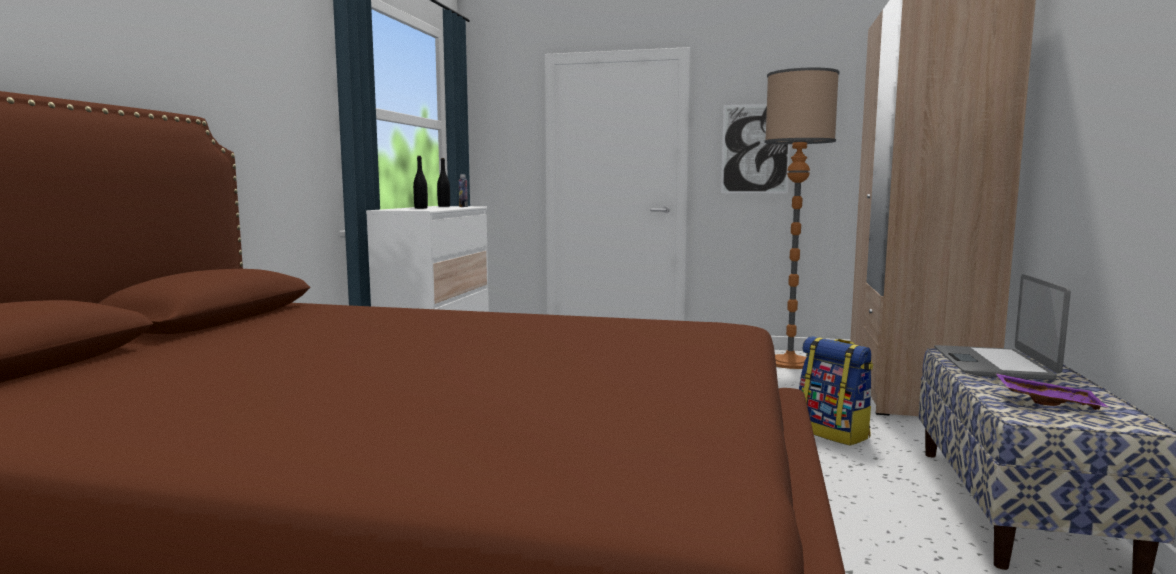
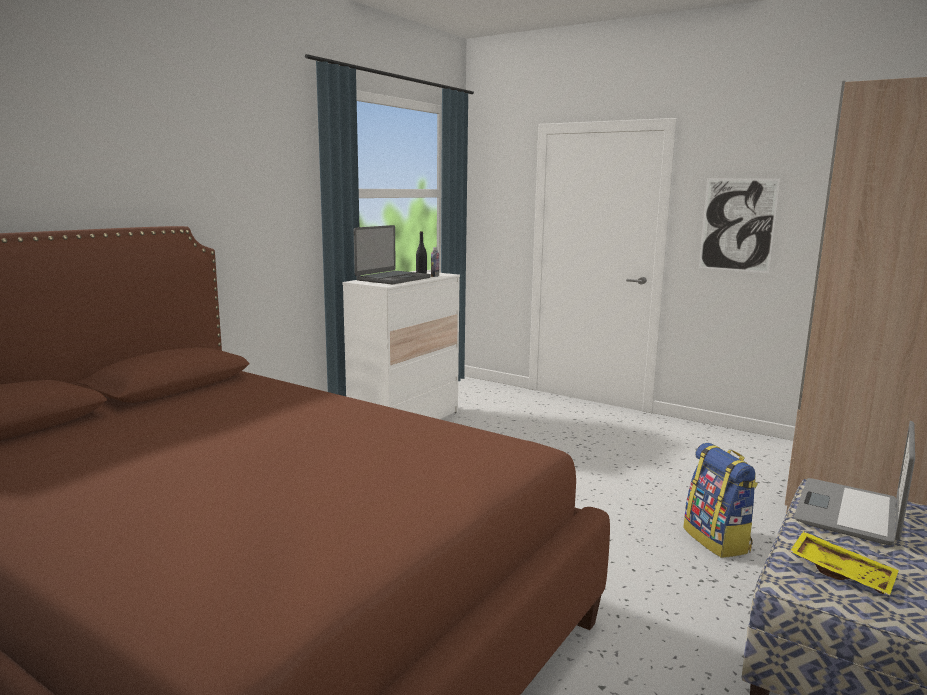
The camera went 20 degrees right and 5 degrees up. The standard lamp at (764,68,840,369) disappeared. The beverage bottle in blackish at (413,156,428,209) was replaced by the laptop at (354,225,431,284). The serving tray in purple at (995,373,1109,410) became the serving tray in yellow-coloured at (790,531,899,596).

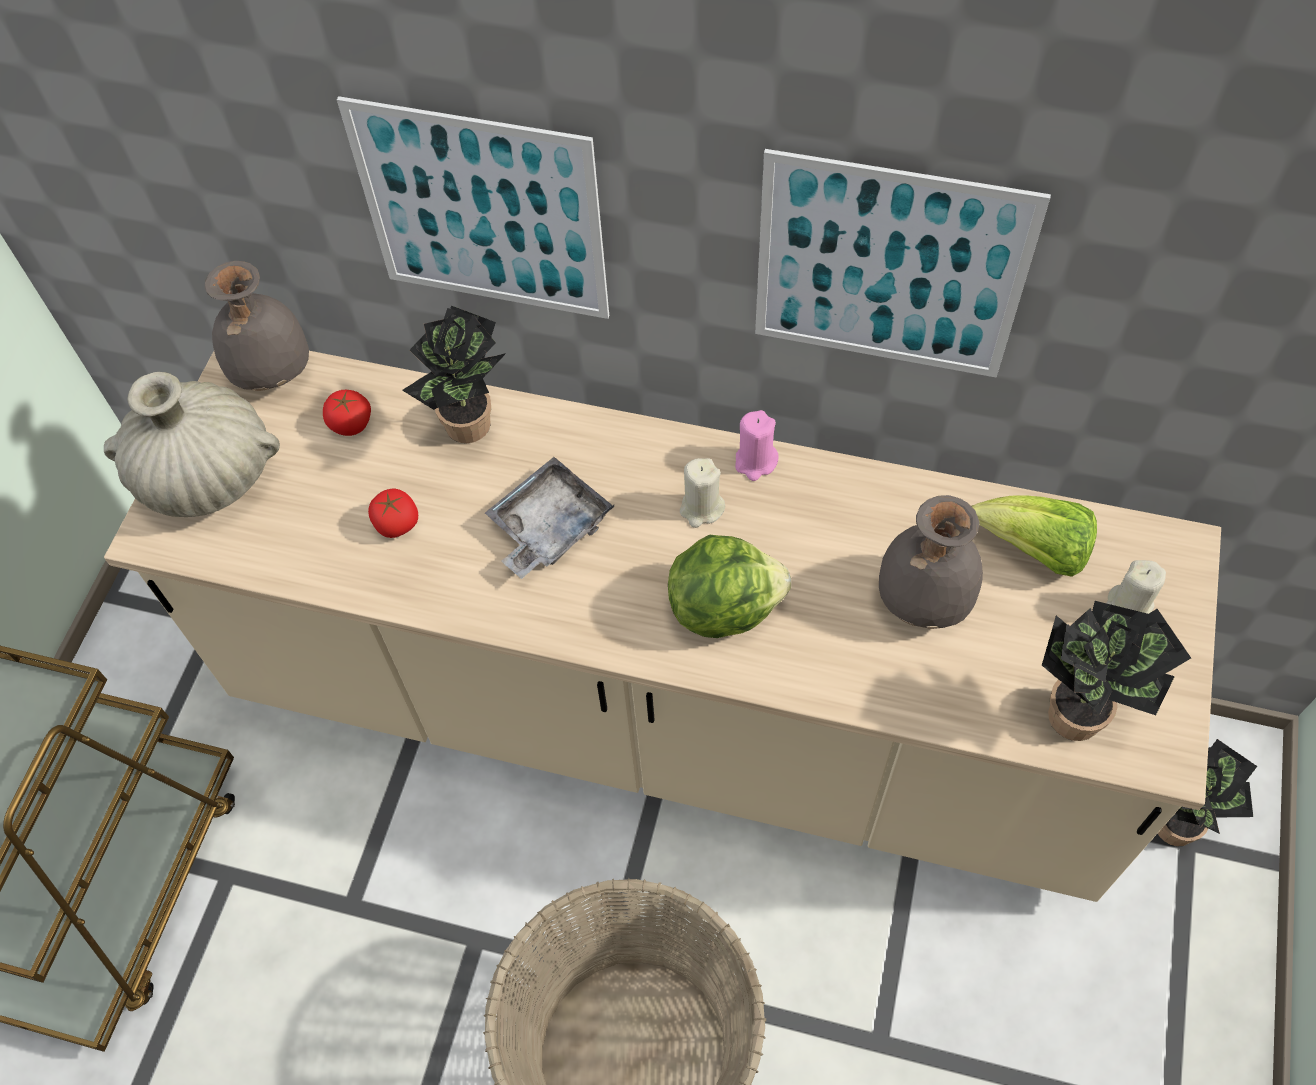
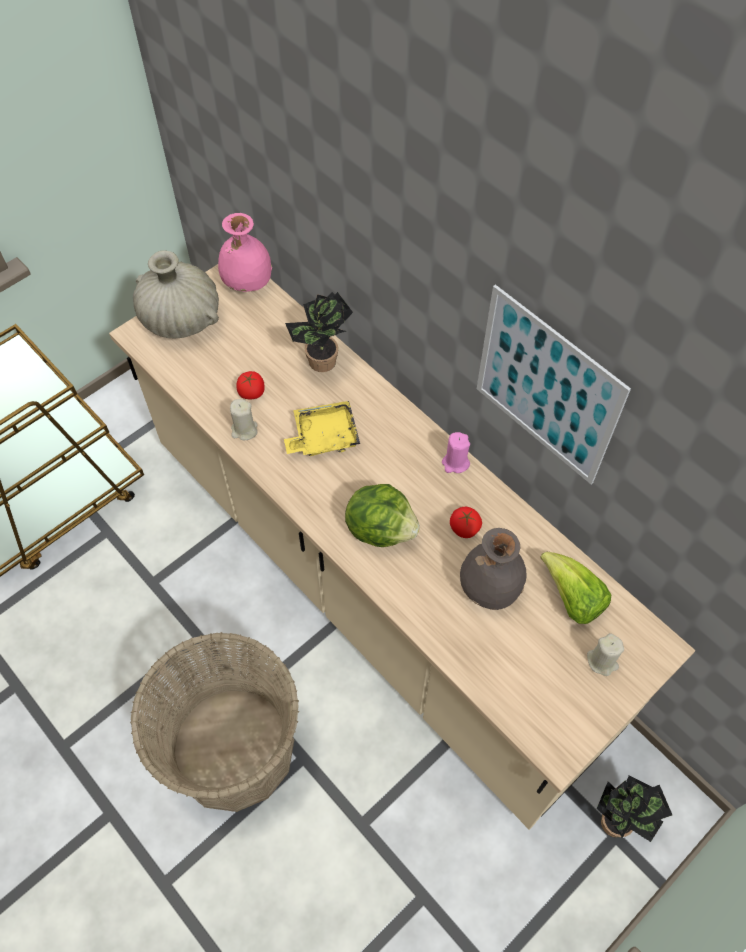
The camera went 30 degrees right and 0 degrees up. The wall picture at (337,96,609,319) disappeared. The houseplant at (1042,601,1191,741) disappeared. The whole tomato moved from (323,390,371,436) to (450,507,482,538). The candle in beige moved from (680,458,725,528) to (230,399,258,440). The decorative vase in gray at (205,261,309,391) became the decorative vase in pinkish at (218,213,272,292). The serving tray in gray at (485,457,614,579) became the serving tray in yellow-coloured at (284,401,360,456).

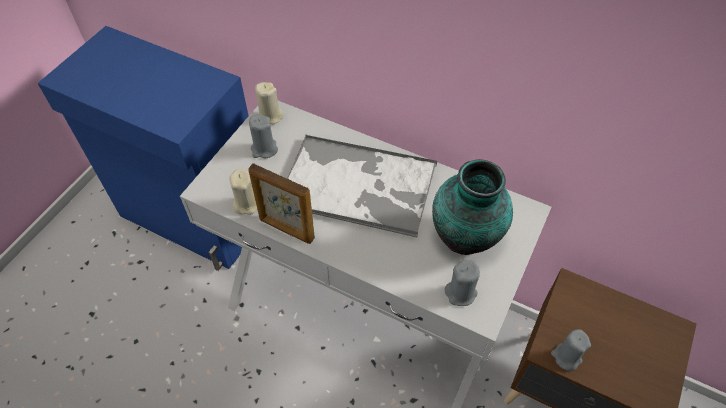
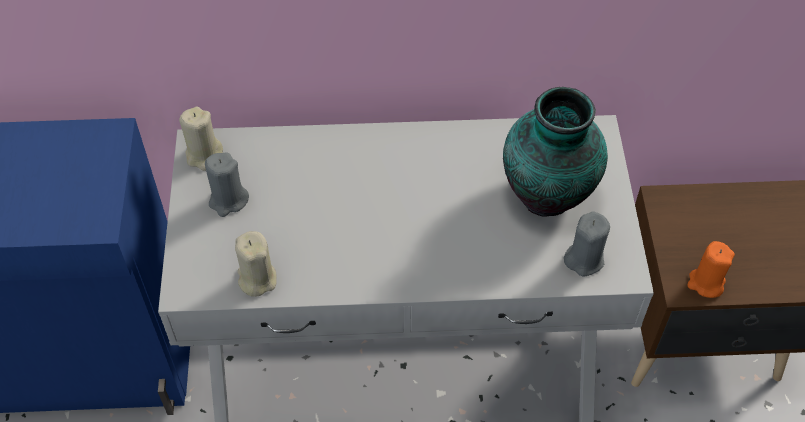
The camera went 30 degrees left and 0 degrees up. The picture frame at (248,164,315,244) disappeared. The serving tray at (287,133,437,237) disappeared. The candle in gray at (551,329,591,371) became the candle in orange at (687,241,735,298).

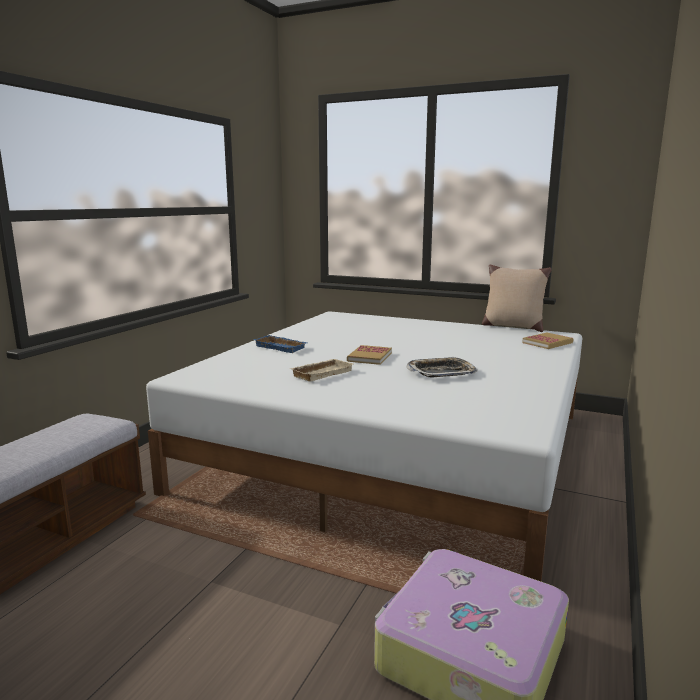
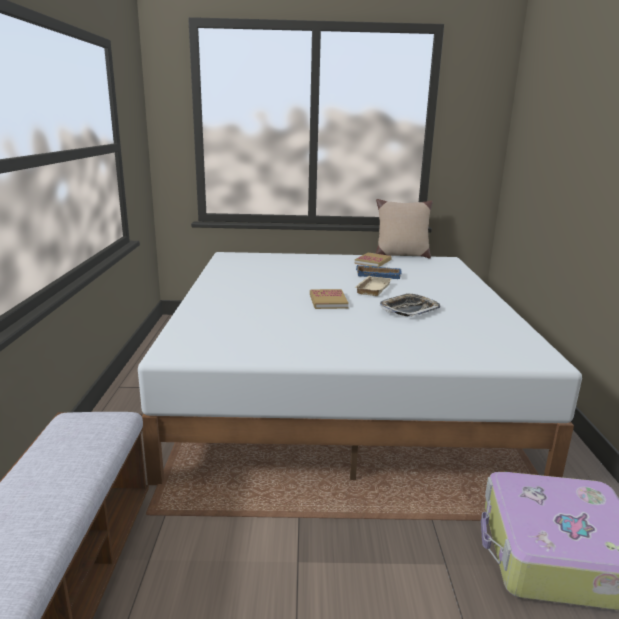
The camera went 25 degrees left and 5 degrees up. The serving tray in blue-coloured moved from (254,335,307,353) to (356,265,402,279). The serving tray in beige moved from (289,359,353,382) to (354,276,392,296). The volume moved from (522,333,573,349) to (355,253,392,267).

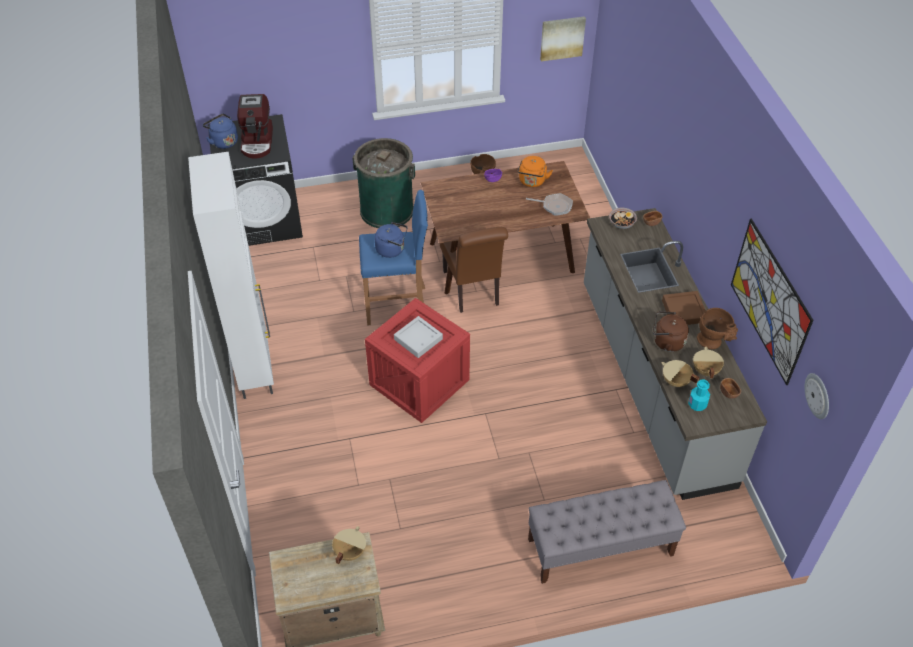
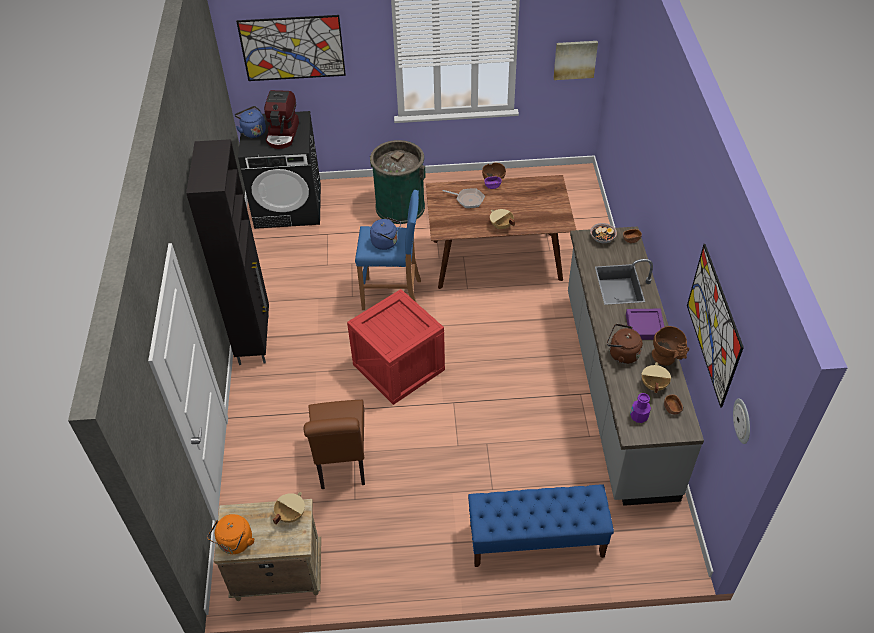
The camera went 10 degrees right and 0 degrees up. The serving tray in gray at (394,316,443,358) disappeared. The wall picture at (236,15,346,81) appeared. The plain chair in brown-coloured moved from (440,227,508,313) to (304,400,365,489). The tea kettle in orange moved from (518,156,553,187) to (207,514,254,554). The skillet moved from (526,193,573,216) to (443,188,485,208). The stockpot in beige moved from (661,360,699,387) to (490,209,515,229). The storage cabinet in white-coloured at (188,152,274,399) became the storage cabinet in blackish at (186,139,269,365). The indoor bench in gray at (528,480,686,584) became the indoor bench in blue-coloured at (468,485,614,567). The serving tray in brown-coloured at (662,291,706,325) became the serving tray in purple at (626,309,665,340). The beverage bottle in blue-green at (688,380,710,411) became the beverage bottle in purple at (630,393,651,423).

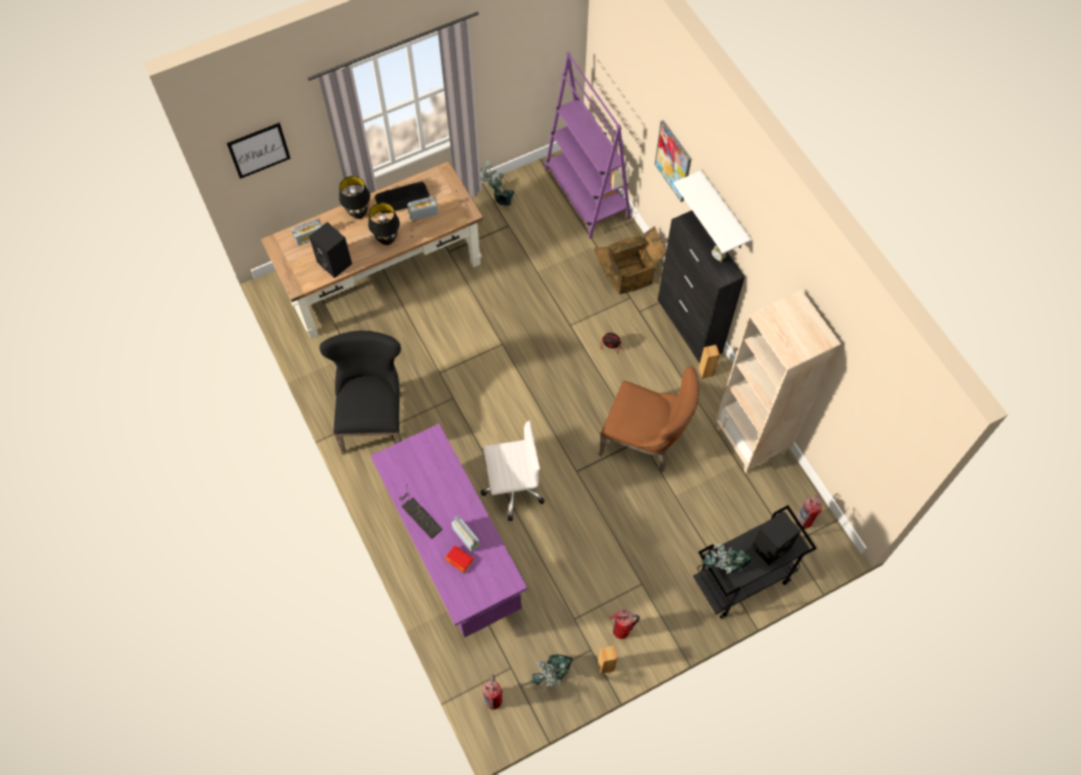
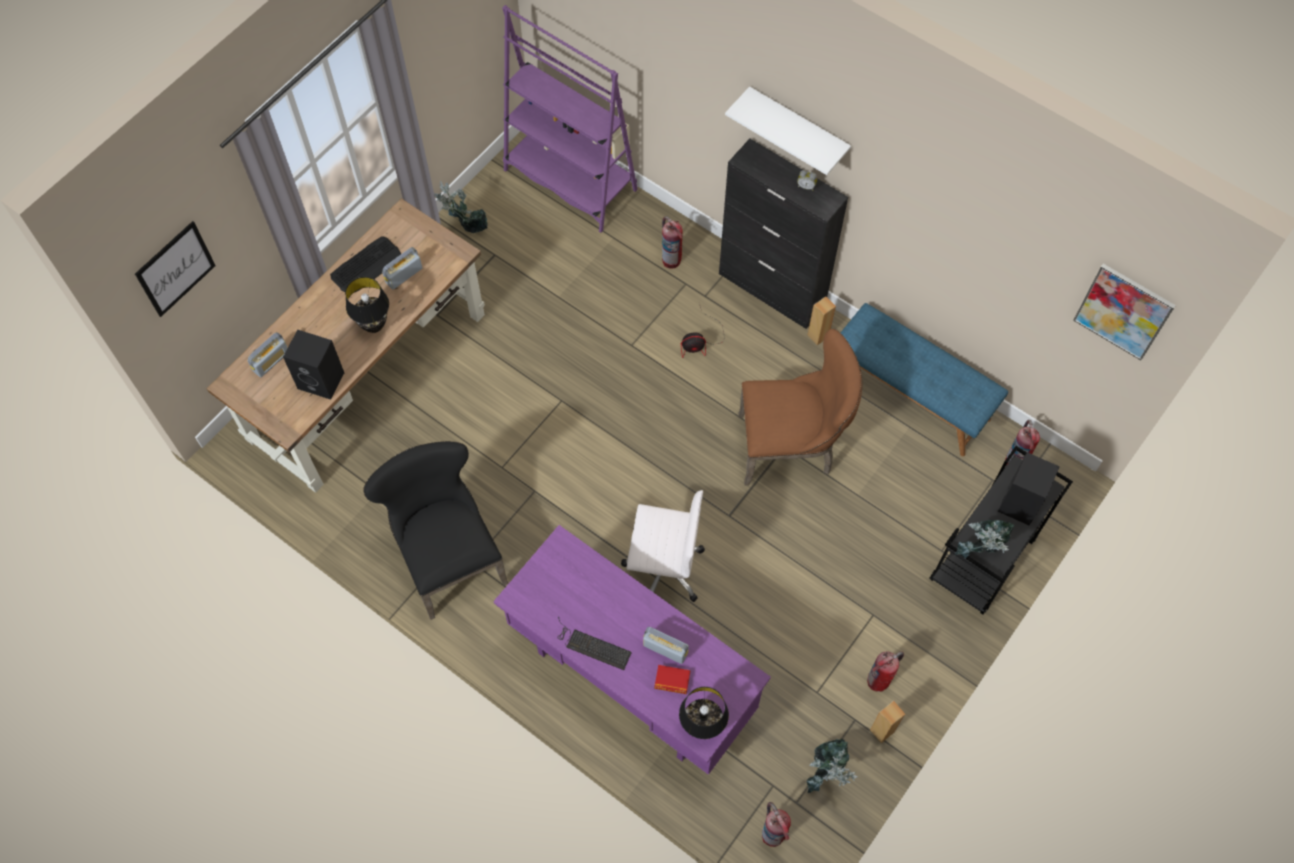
The camera went 25 degrees left and 0 degrees up. The table lamp in blackish moved from (339,176,370,219) to (679,687,729,739). The wall picture moved from (655,120,692,202) to (1073,264,1176,360). The packing box at (593,226,666,294) was replaced by the fire extinguisher at (662,216,683,268). The shelving unit in beige at (716,289,841,474) was replaced by the indoor bench in blue-coloured at (841,303,1008,456). The desk chair in white-coloured at (481,420,545,521) turned 45 degrees clockwise.

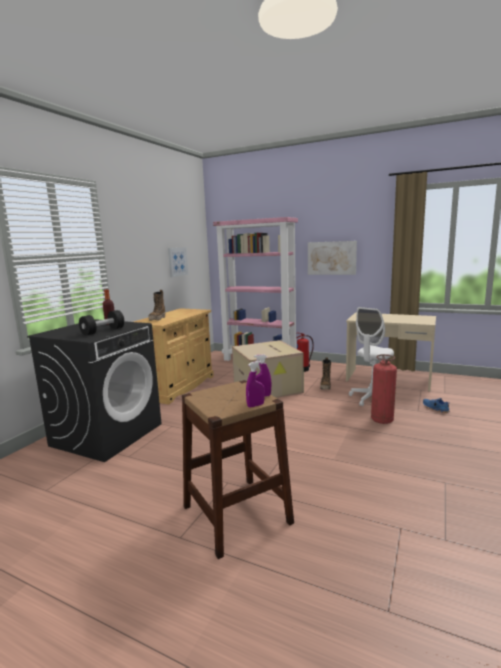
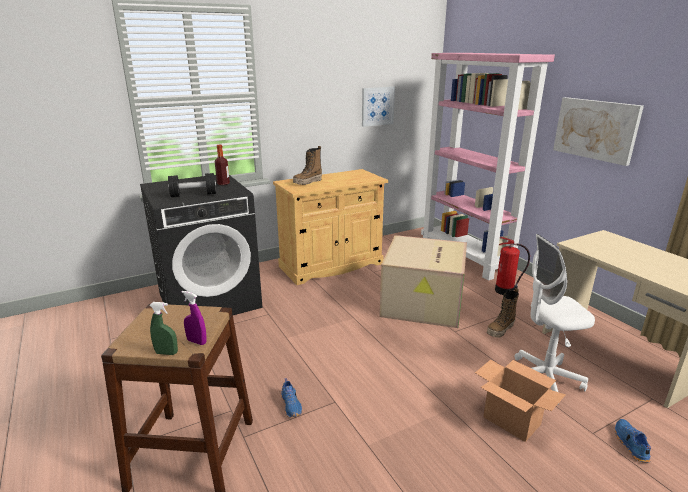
The camera went 35 degrees right and 10 degrees up. The low shoe in blue-coloured at (281,378,302,418) appeared. The fire extinguisher at (371,354,397,424) was replaced by the packing box at (475,360,566,442). The sprayer in purple at (246,361,265,408) became the sprayer in green-coloured at (149,302,178,355).

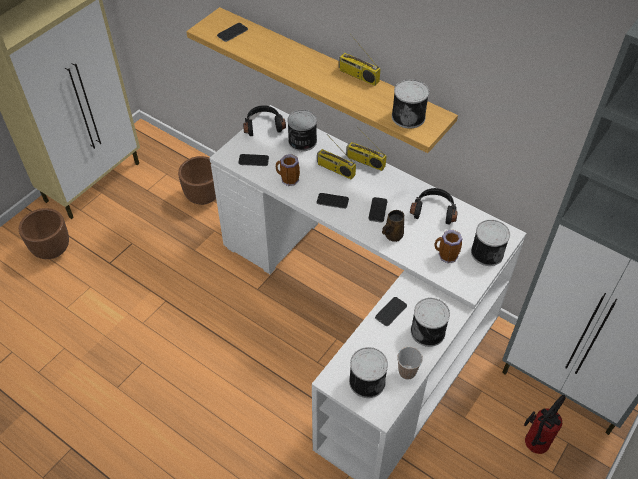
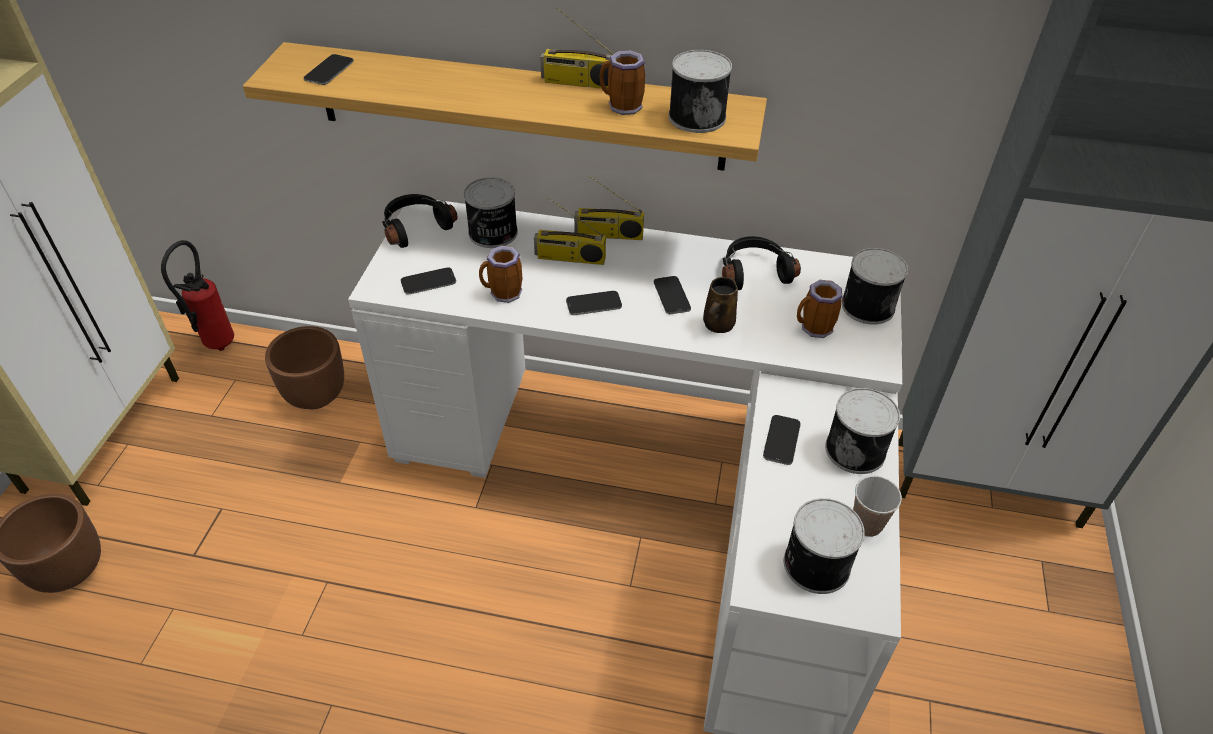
The camera went 25 degrees left and 5 degrees down. The coffee mug at (600,50,645,115) appeared. The fire extinguisher moved from (524,395,566,454) to (161,240,234,351).

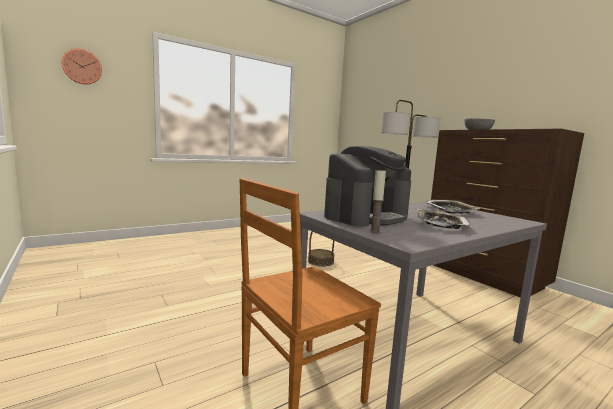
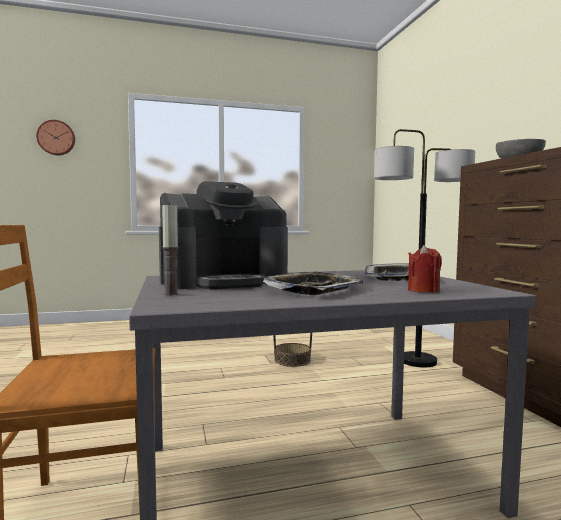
The camera went 20 degrees right and 5 degrees down. The candle in red-coloured at (408,245,442,293) appeared.

